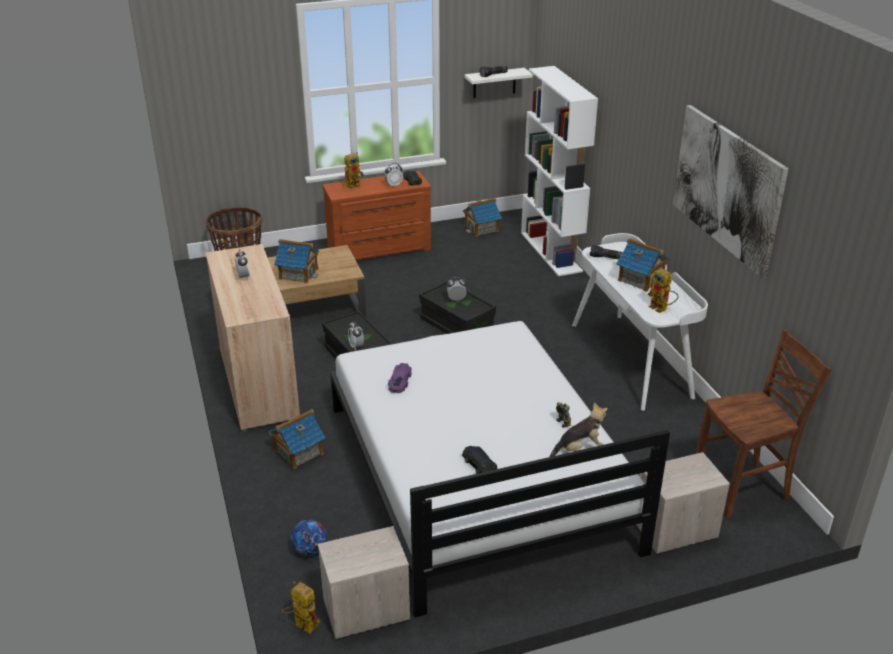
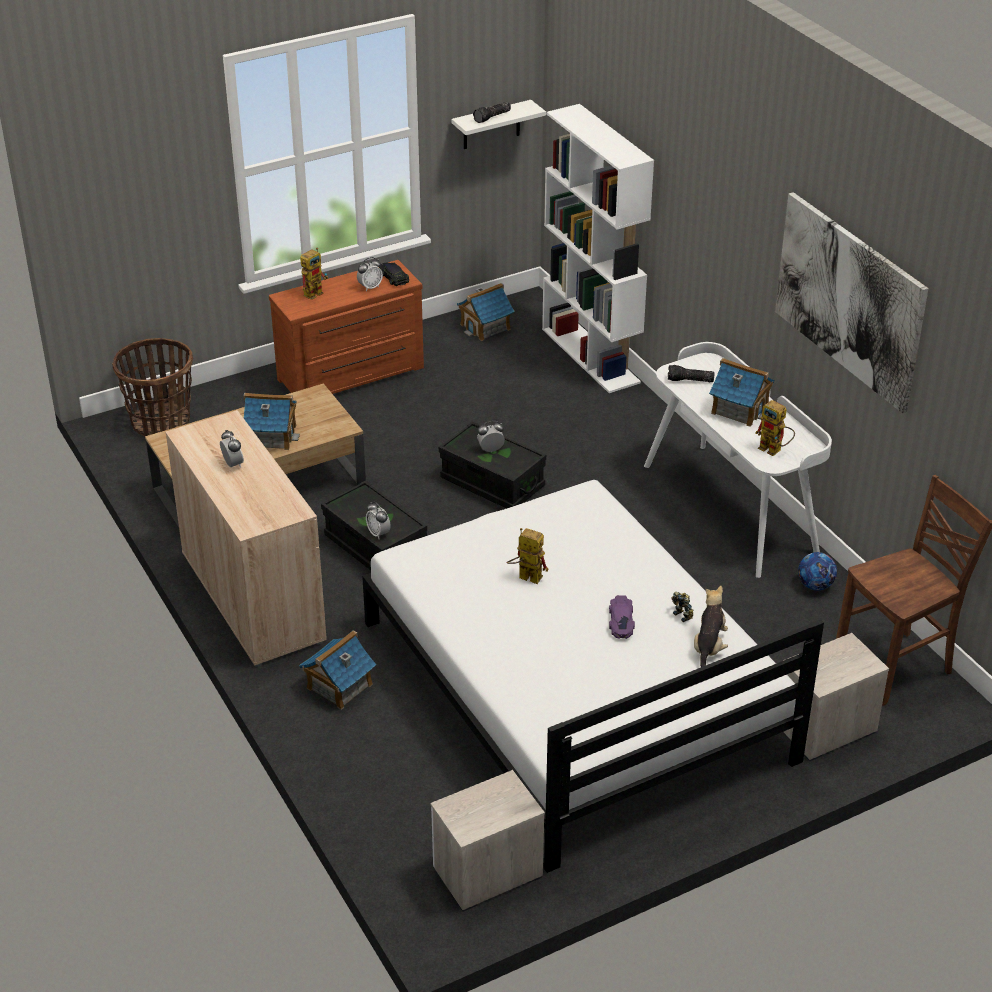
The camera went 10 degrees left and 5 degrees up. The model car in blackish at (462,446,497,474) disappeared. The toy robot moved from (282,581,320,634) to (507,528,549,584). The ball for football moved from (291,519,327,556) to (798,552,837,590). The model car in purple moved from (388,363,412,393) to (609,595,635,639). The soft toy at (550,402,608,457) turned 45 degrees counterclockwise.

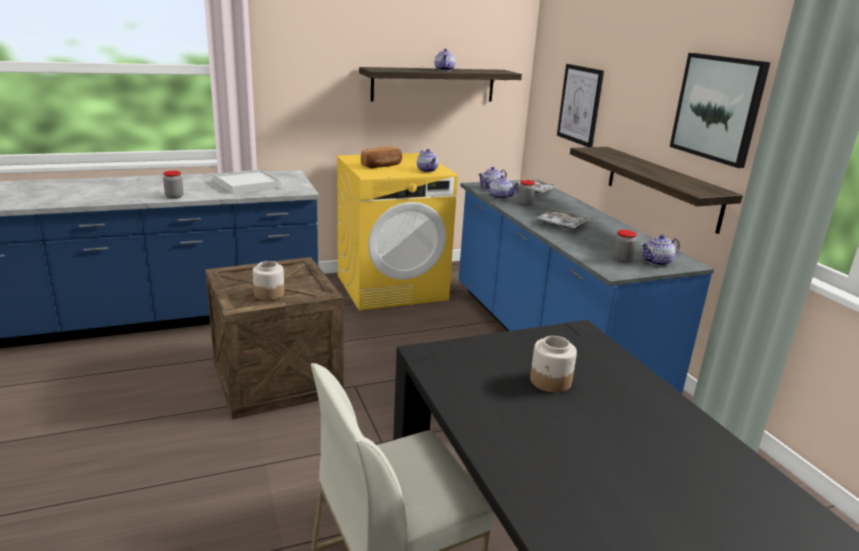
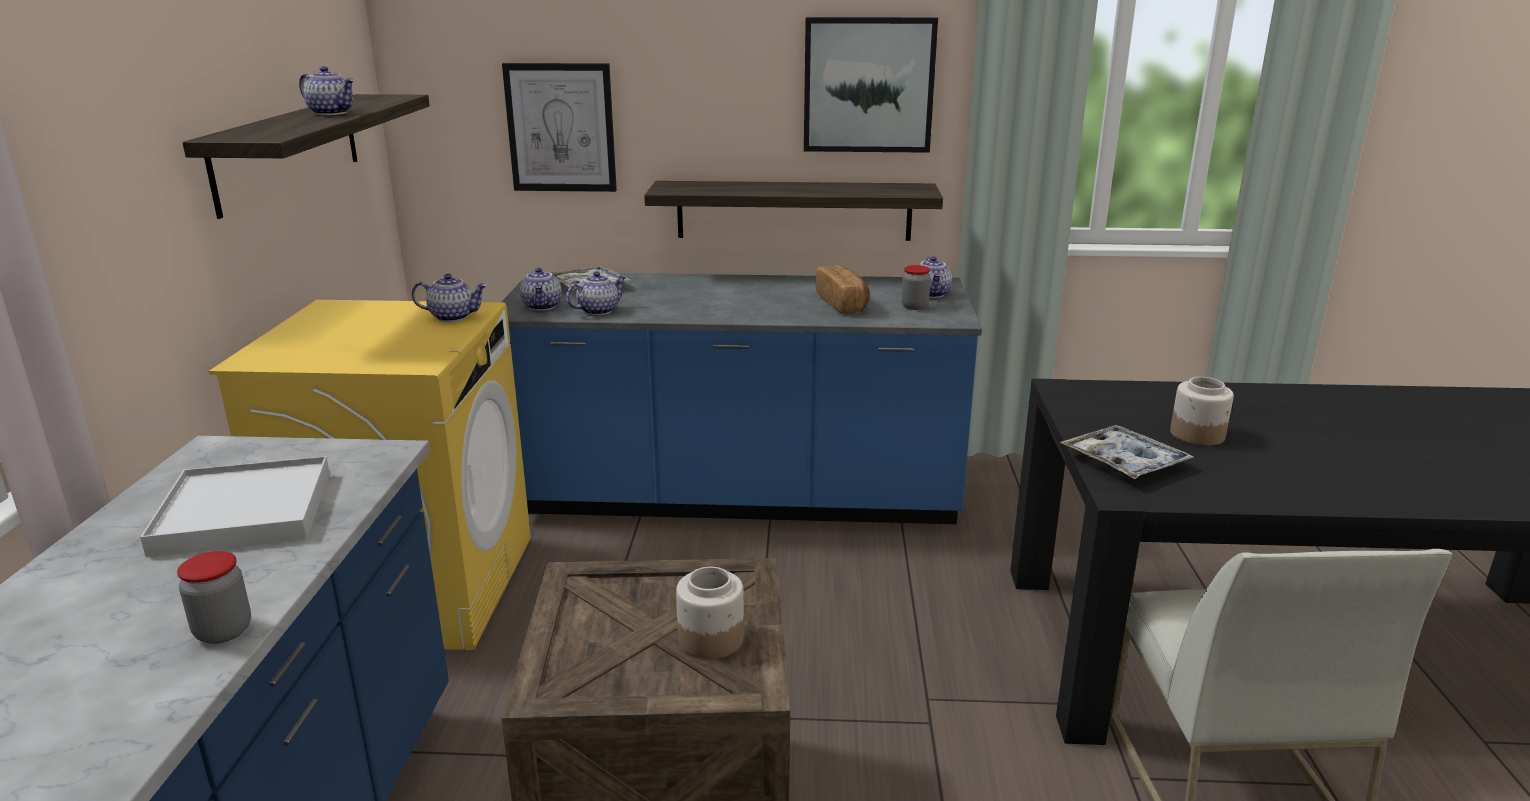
The camera went 65 degrees left and 0 degrees up. The preserve jar at (518,180,535,206) disappeared. The bread moved from (361,146,402,168) to (816,265,870,314). The serving tray moved from (535,209,590,228) to (1060,425,1194,479).

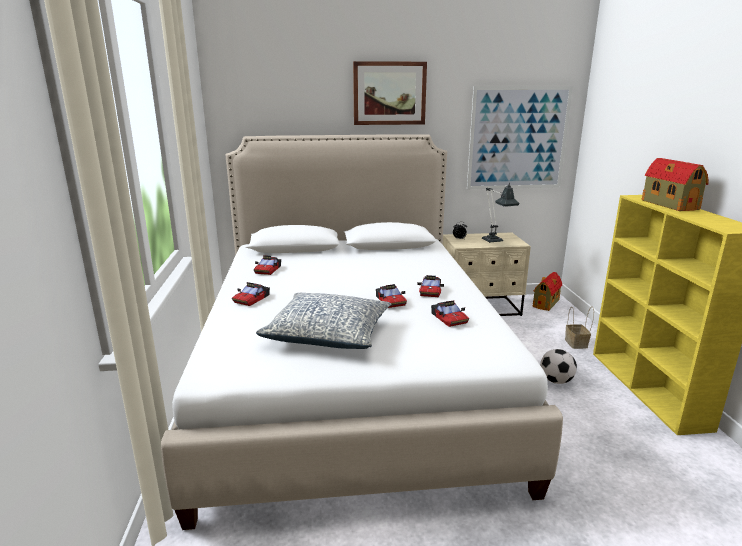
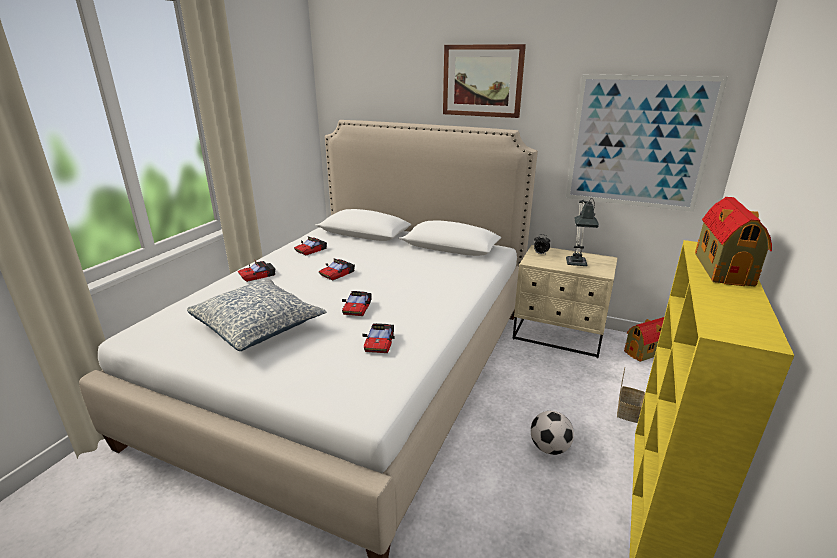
The camera went 30 degrees right and 5 degrees up. The model car moved from (418,275,444,297) to (319,258,355,281).

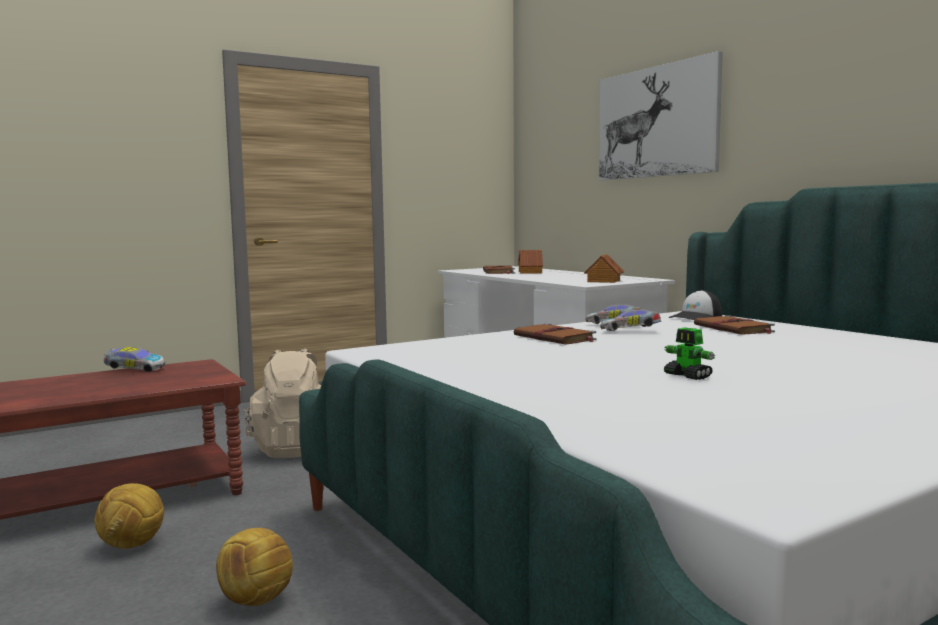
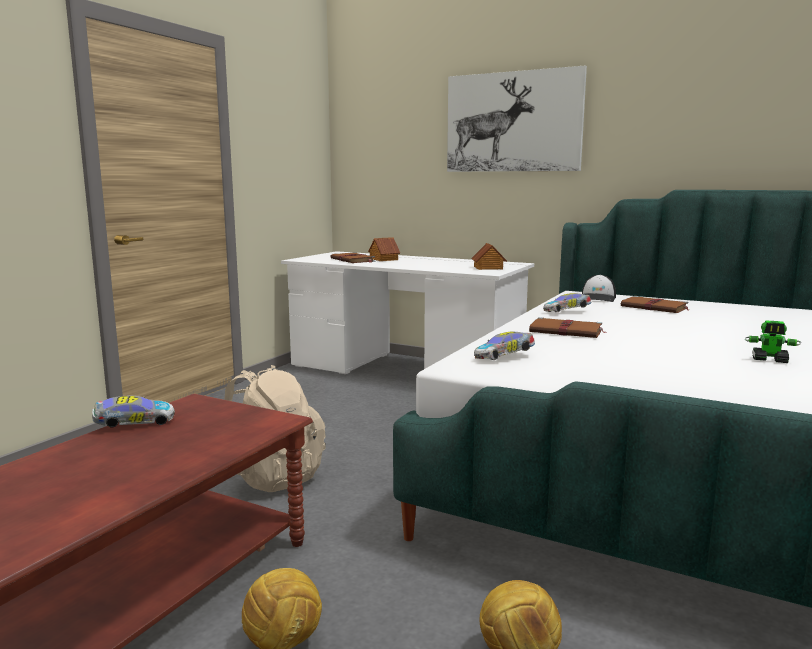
The camera went 30 degrees left and 5 degrees up. The model car moved from (600,309,661,331) to (474,332,535,360).

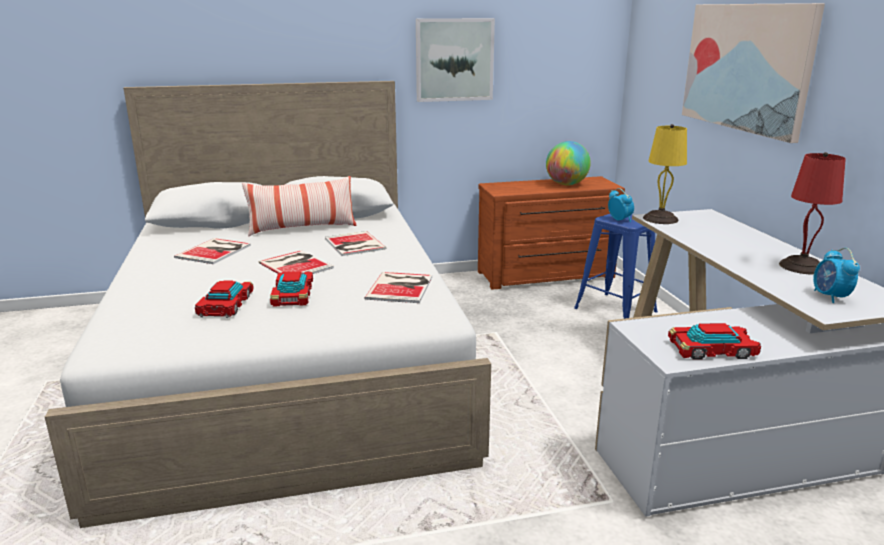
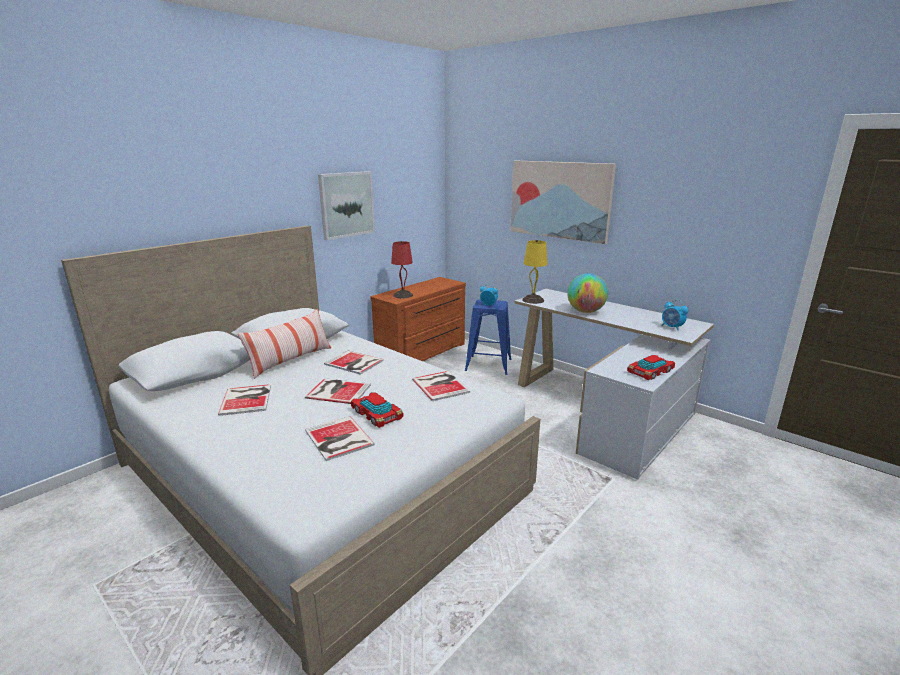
The camera went 35 degrees left and 0 degrees up. The world globe moved from (546,141,591,185) to (567,273,608,313). The table lamp in red-coloured moved from (779,152,846,275) to (391,241,413,298). The model car at (195,280,254,318) was replaced by the volume at (305,416,375,461).

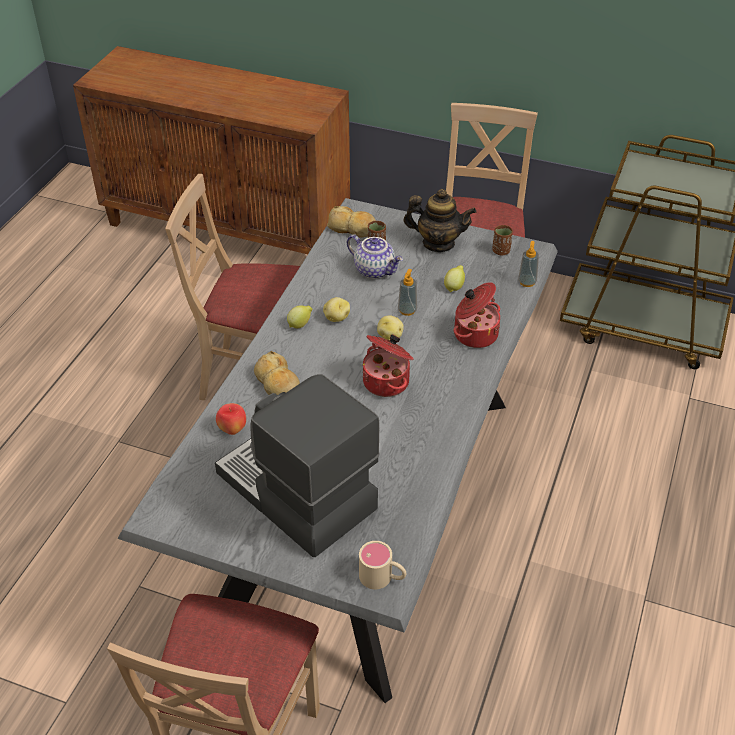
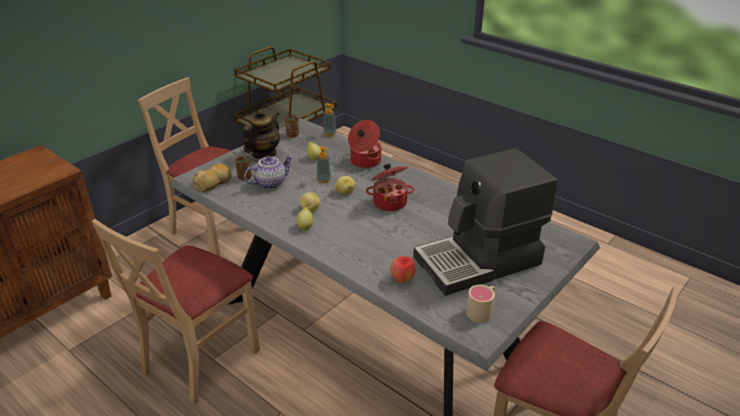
The camera went 70 degrees left and 10 degrees down. The bread at (254,351,300,395) disappeared. The coffee mug in beige moved from (359,541,406,590) to (466,285,495,323).

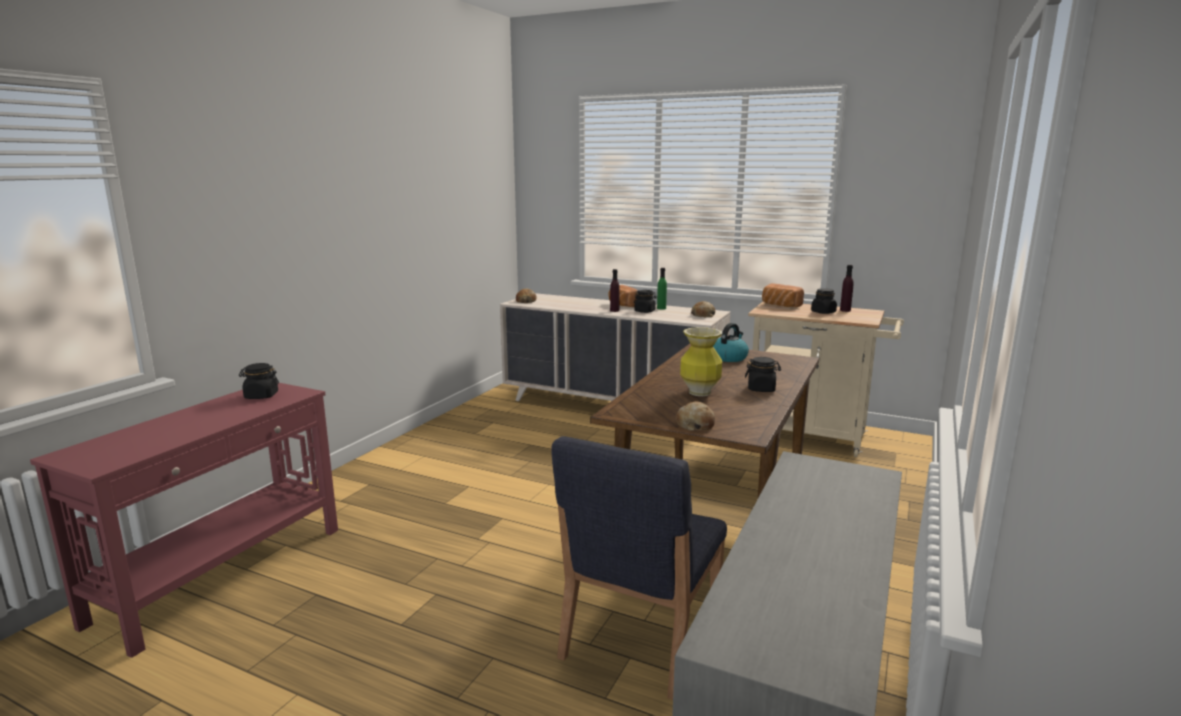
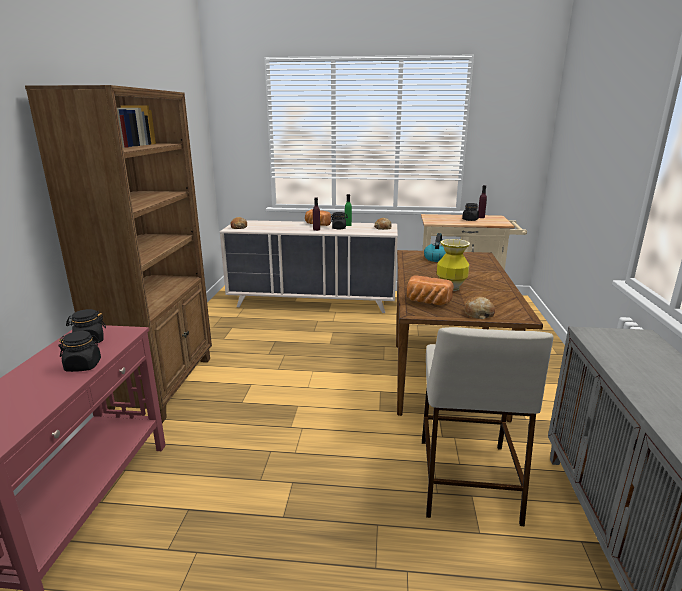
The camera went 20 degrees left and 5 degrees up. The shelving unit in brown-coloured at (25,85,212,423) appeared. The preserve jar in blackish moved from (745,357,781,392) to (58,331,101,372). The bread moved from (762,283,804,307) to (407,275,454,305). The plain chair in blue-coloured at (551,436,727,700) was replaced by the stool in beige at (422,327,554,526).

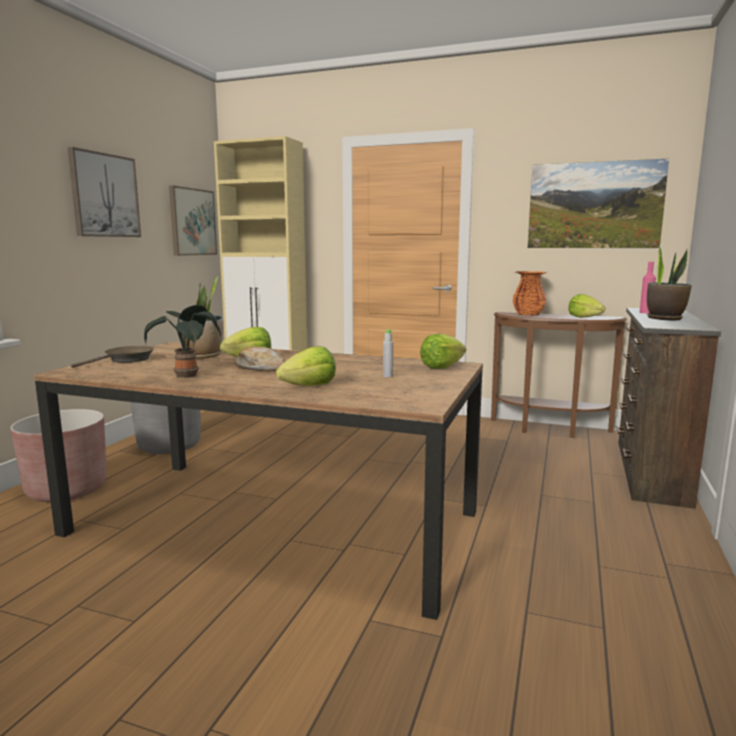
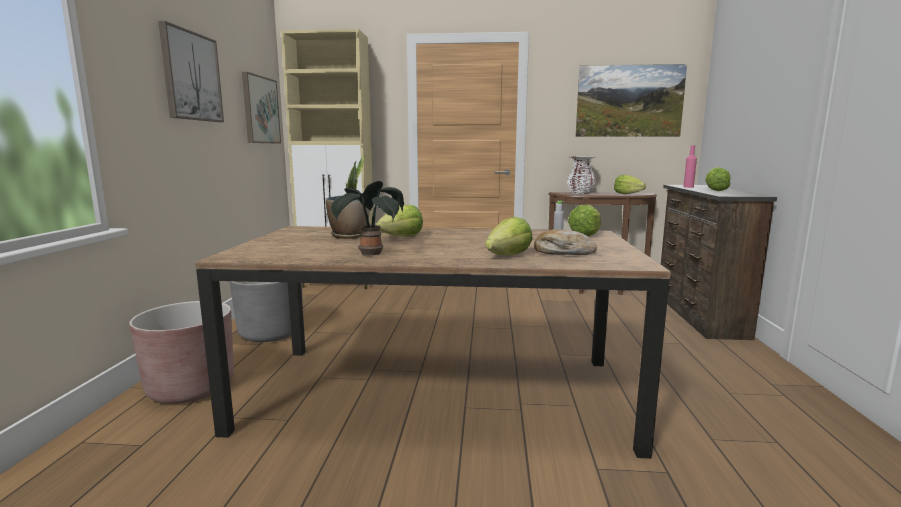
The camera went 15 degrees left and 0 degrees up. The skillet in brown-coloured at (71,346,154,368) disappeared. The bread moved from (235,346,285,371) to (534,229,597,255). The houseplant at (647,245,692,321) was replaced by the head of lettuce at (705,167,730,191). The decorative vase in orange at (512,271,548,316) became the decorative vase in white-coloured at (567,157,596,194).

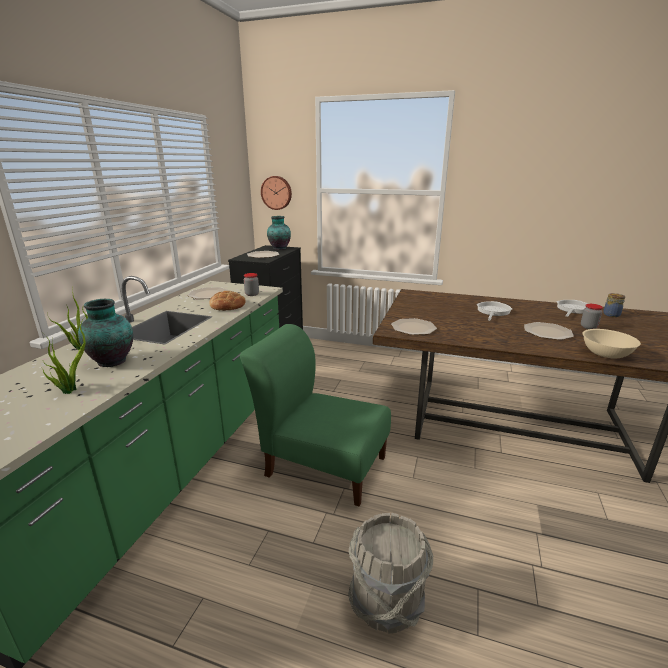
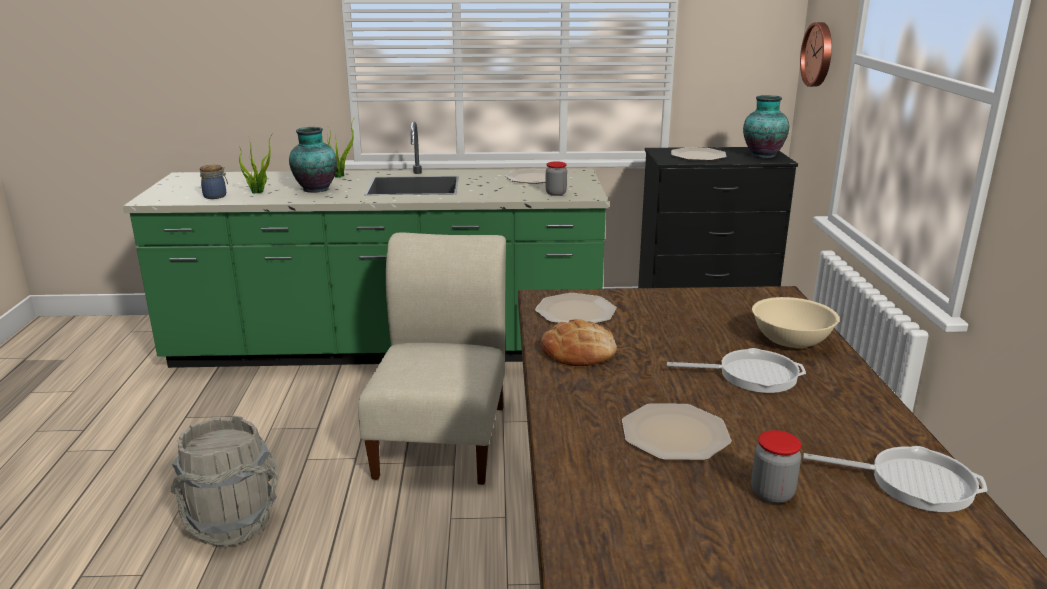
The camera went 70 degrees right and 0 degrees up. The bread moved from (209,291,246,311) to (541,319,617,366). The serving bowl in beige moved from (582,329,641,358) to (752,297,839,348). The preserve jar moved from (603,293,625,317) to (200,165,228,199). The plain chair in green-coloured at (240,324,391,506) became the plain chair in beige at (358,232,506,485).

